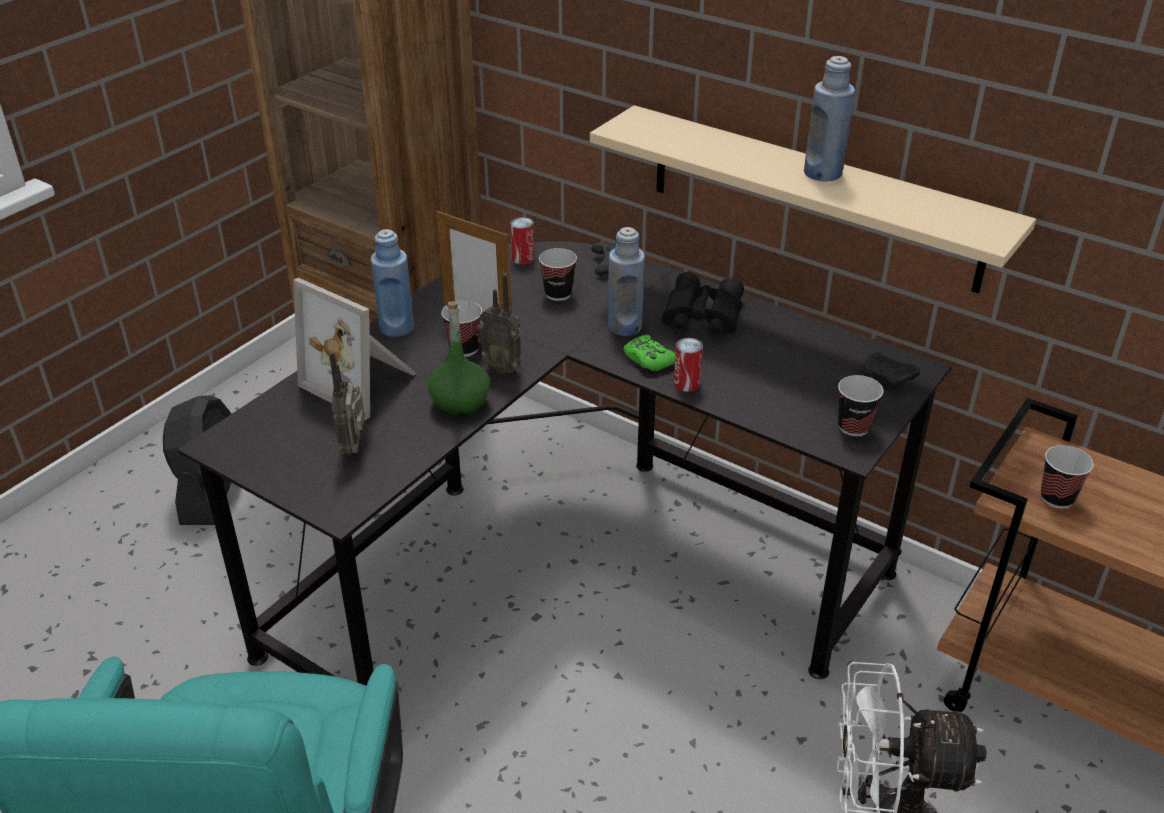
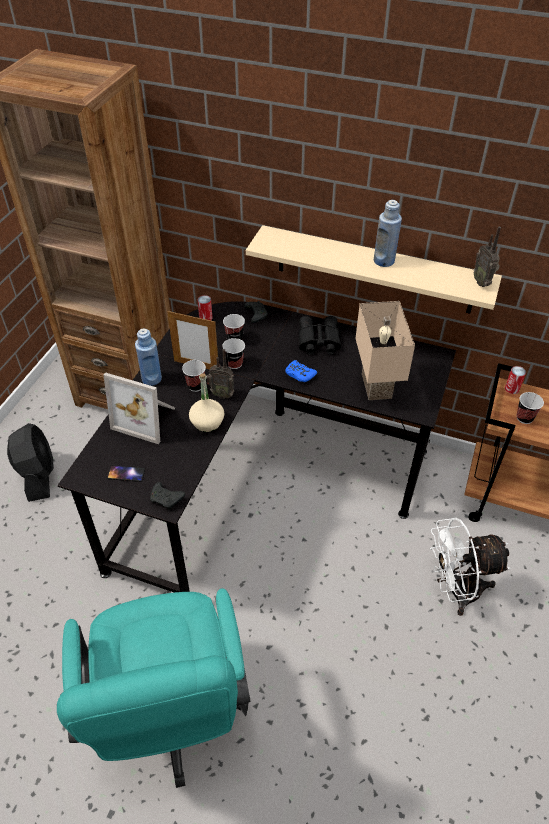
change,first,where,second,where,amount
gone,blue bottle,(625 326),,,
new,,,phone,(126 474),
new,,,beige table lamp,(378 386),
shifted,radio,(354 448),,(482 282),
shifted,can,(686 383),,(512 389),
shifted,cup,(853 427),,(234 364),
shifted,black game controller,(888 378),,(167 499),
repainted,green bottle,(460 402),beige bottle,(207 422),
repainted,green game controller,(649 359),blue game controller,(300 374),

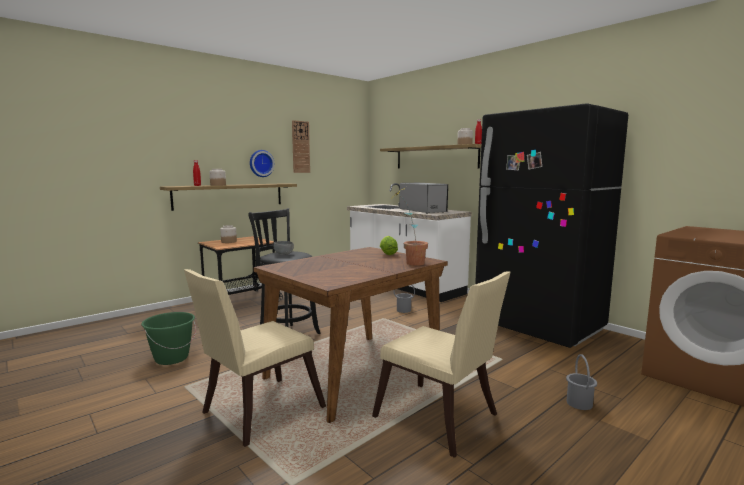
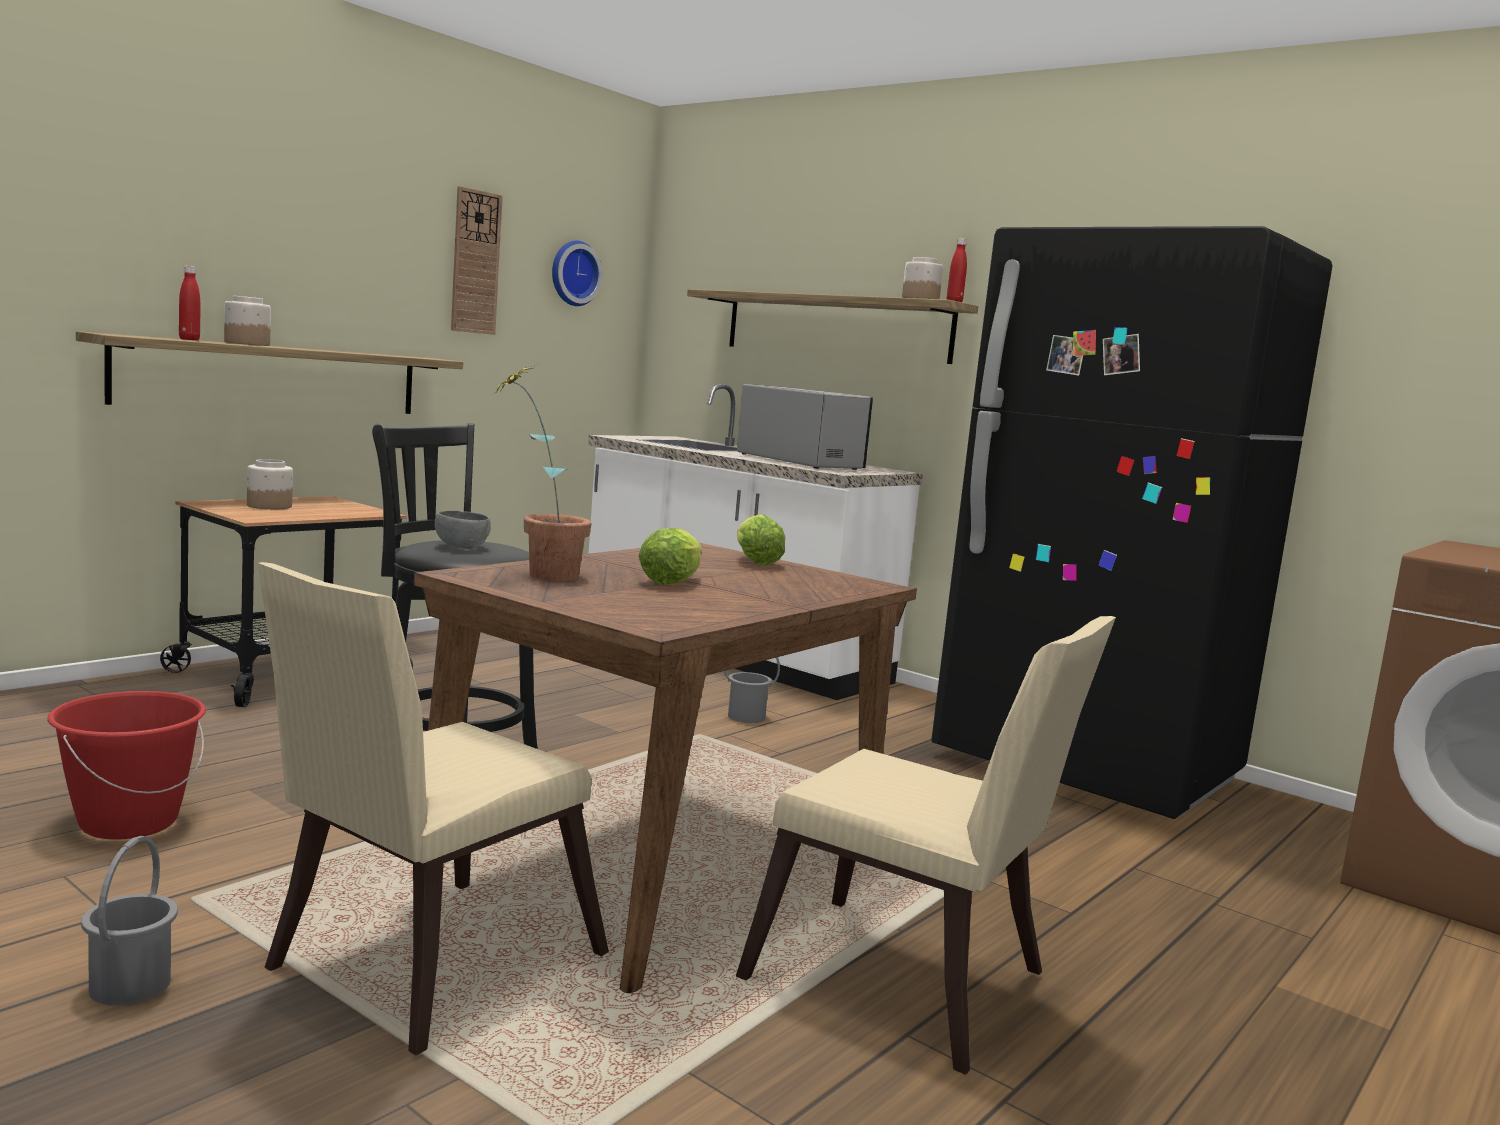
change,first,where,second,where,amount
new,,,lettuce,(673 581),
shifted,wall clock,(261 163),,(573 273),
shifted,potted plant,(409 263),,(537 574),
shifted,grey bucket,(579 403),,(131 985),
repainted,green bucket,(171 358),red bucket,(128 822),

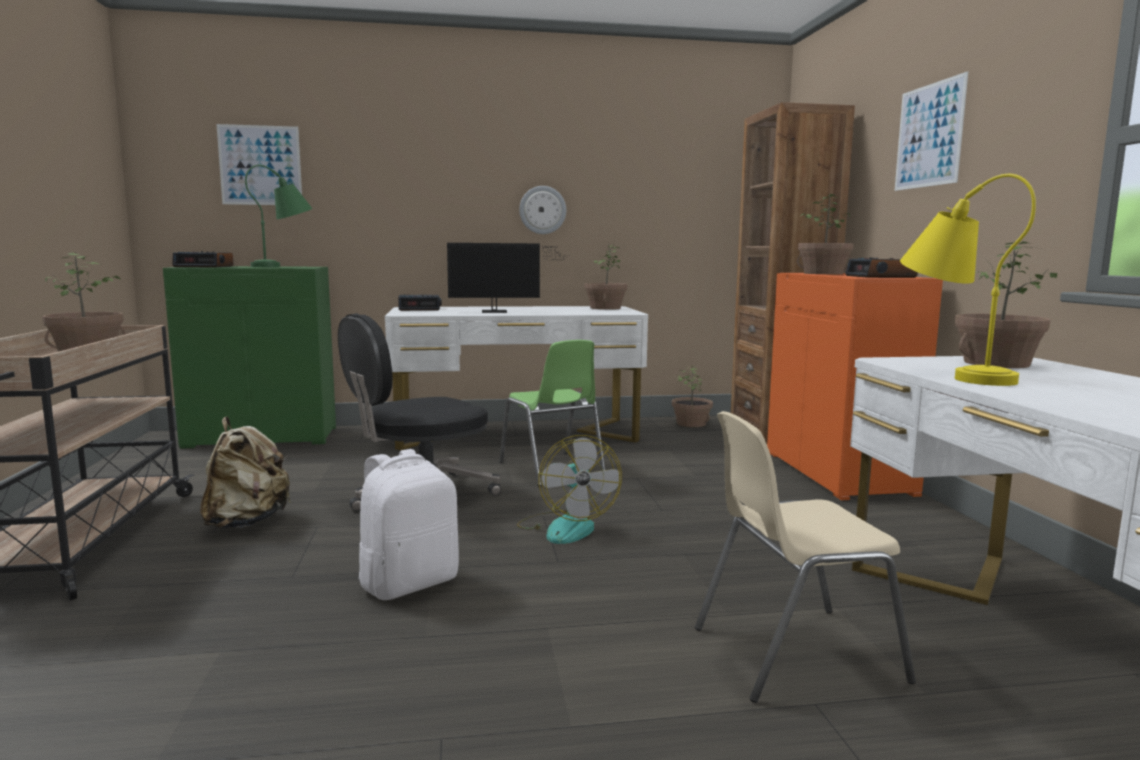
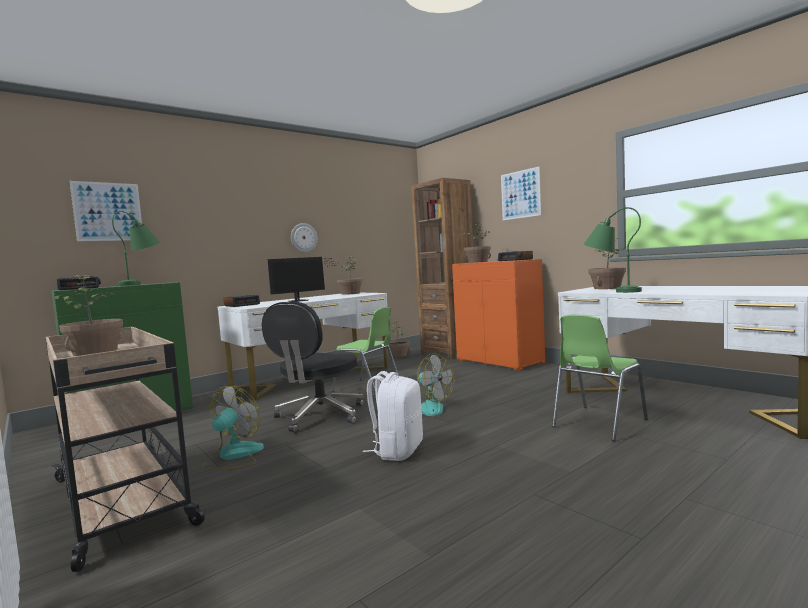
change,first,where,second,where,amount
swapped,beige backpack,(246 523),fan,(233 456),
repainted,beige chair,(792 653),green chair,(597 423),
repainted,yellow table lamp,(950 374),green table lamp,(611 291),

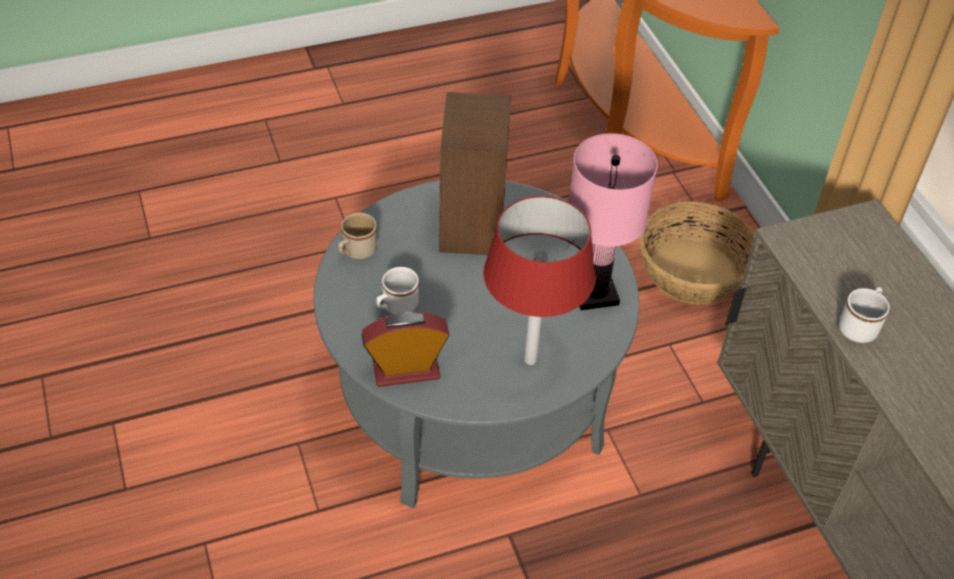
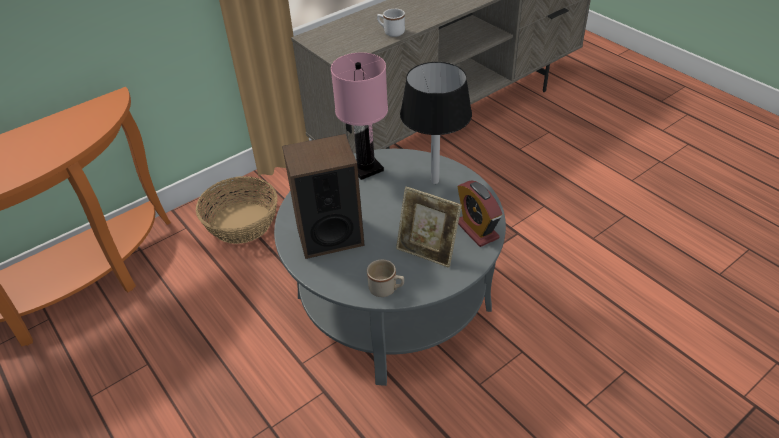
change,first,where,second,where,amount
swapped,white mug,(396 307),picture frame,(427 251),
repainted,red table lamp,(530 359),black table lamp,(435 181),

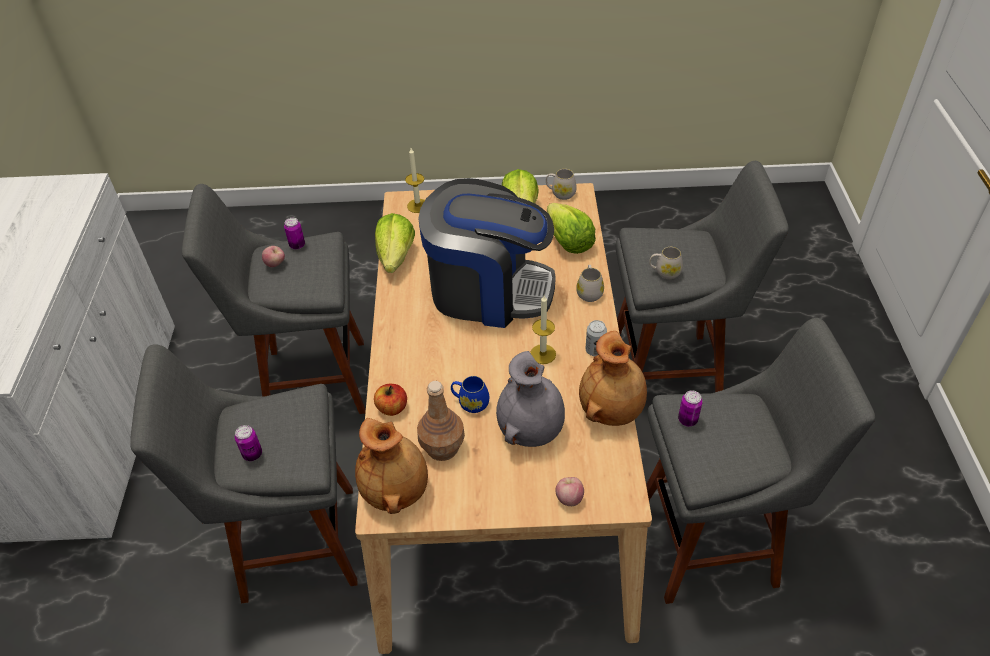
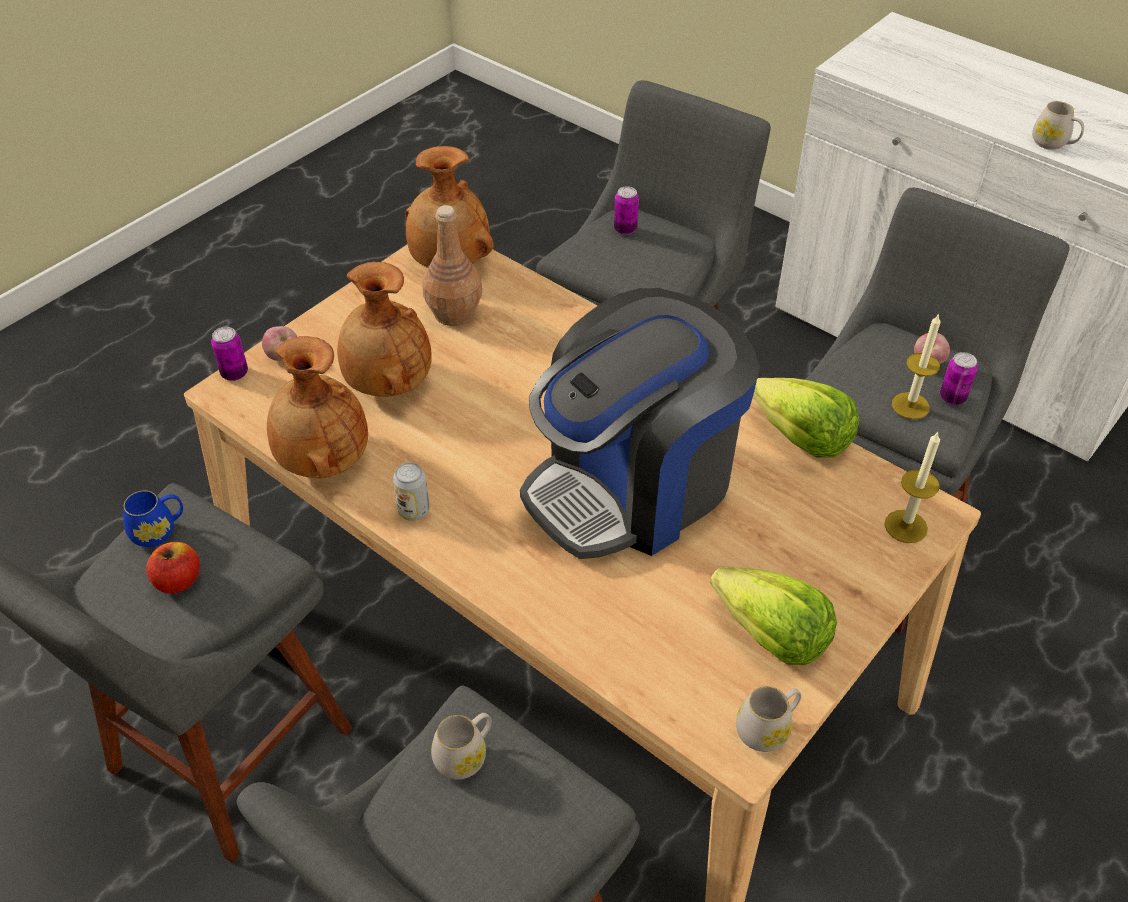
change,first,where,second,where,amount
gone,lettuce,(568 242),,,
shifted,apple,(392 408),,(178 580),
shifted,blue mug,(470 403),,(159 531),
shifted,candle,(543 354),,(910 406),
shifted,white mug,(589 292),,(1053 144),
shifted,can,(687 420),,(234 373),
repainted,grey vase,(531 430),brown vase,(387 383),

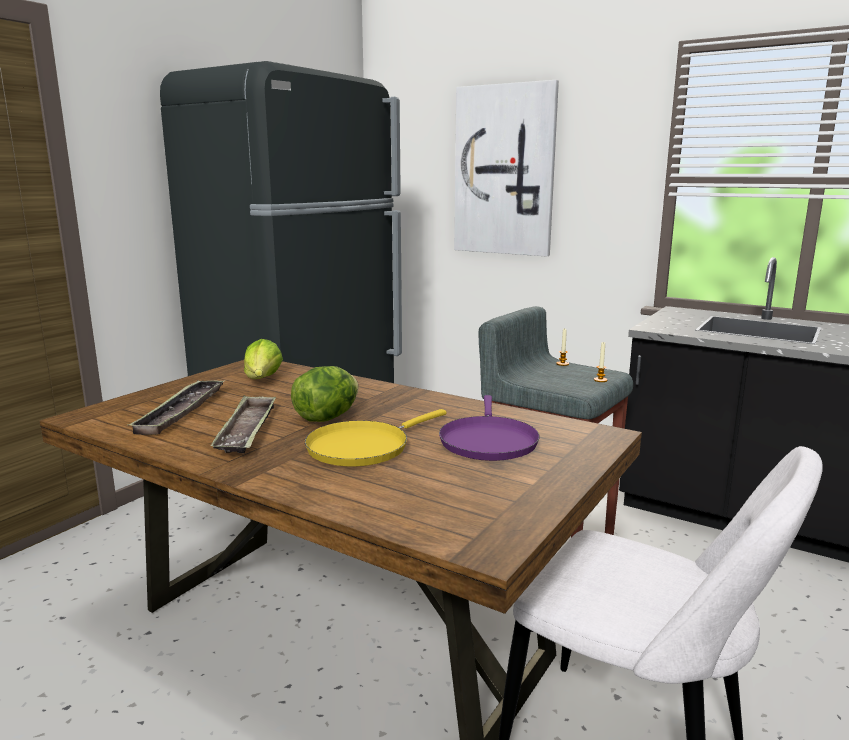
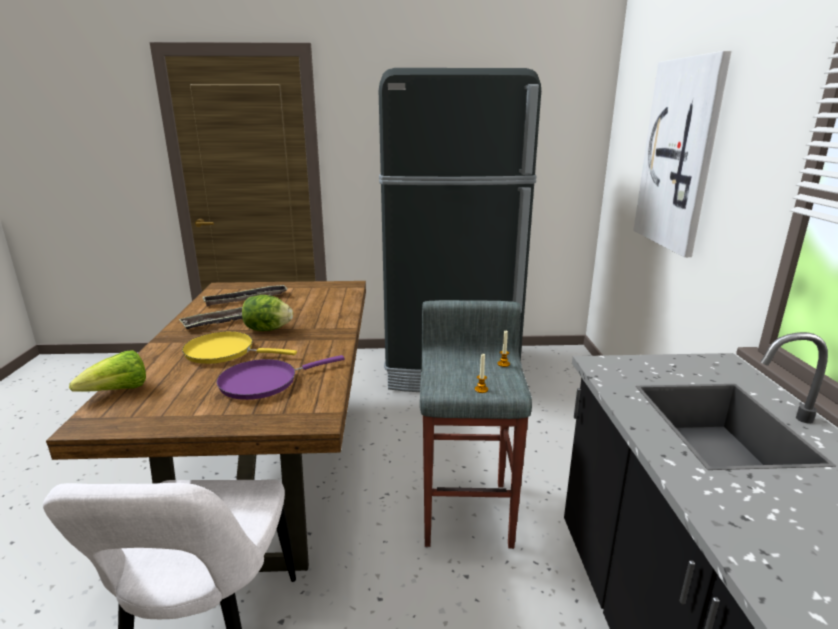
change,first,where,second,where,amount
shifted,lettuce,(262 380),,(118 391),

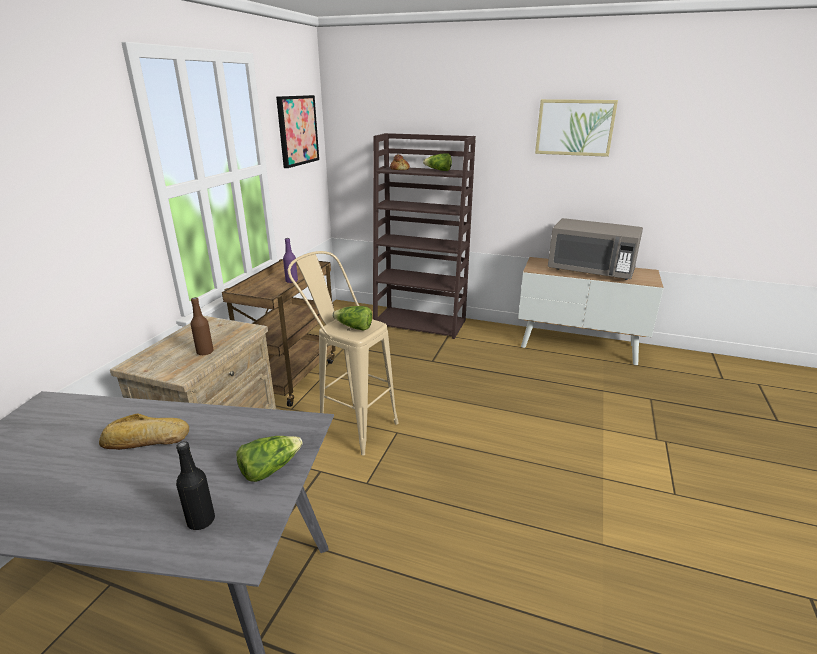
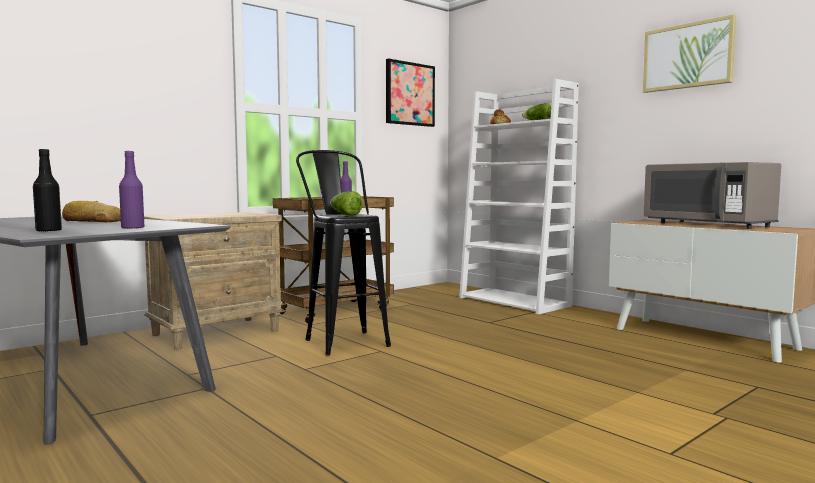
change,first,where,second,where,amount
gone,brown bottle,(205 352),,,
swapped,lettuce,(270 469),purple bottle,(132 228),
repainted,beige stool,(349 425),black stool,(342 340),
repainted,brown bookcase,(420 323),white bookcase,(515 302),

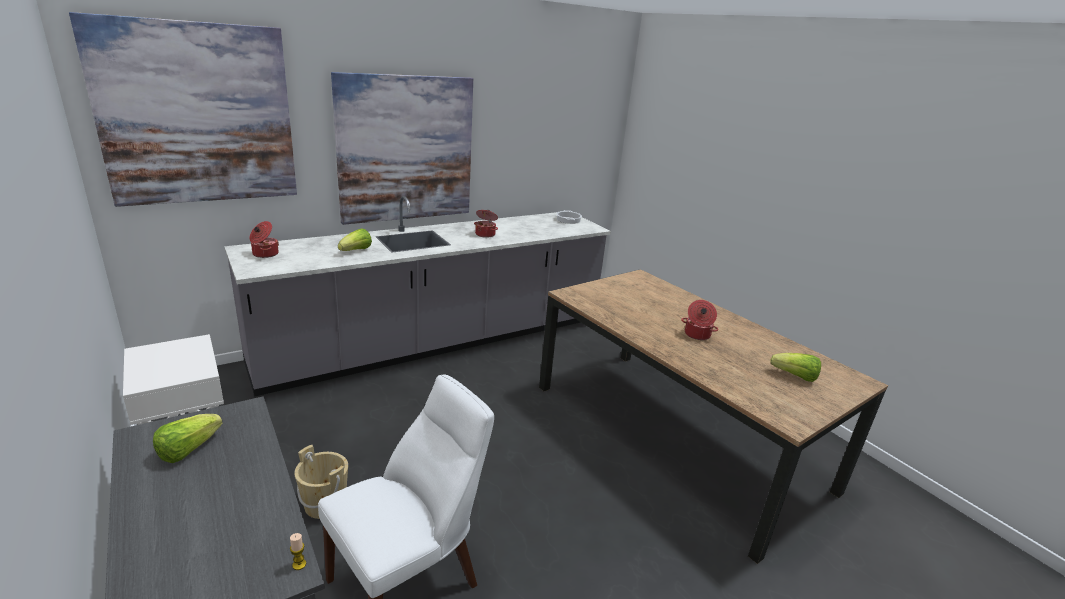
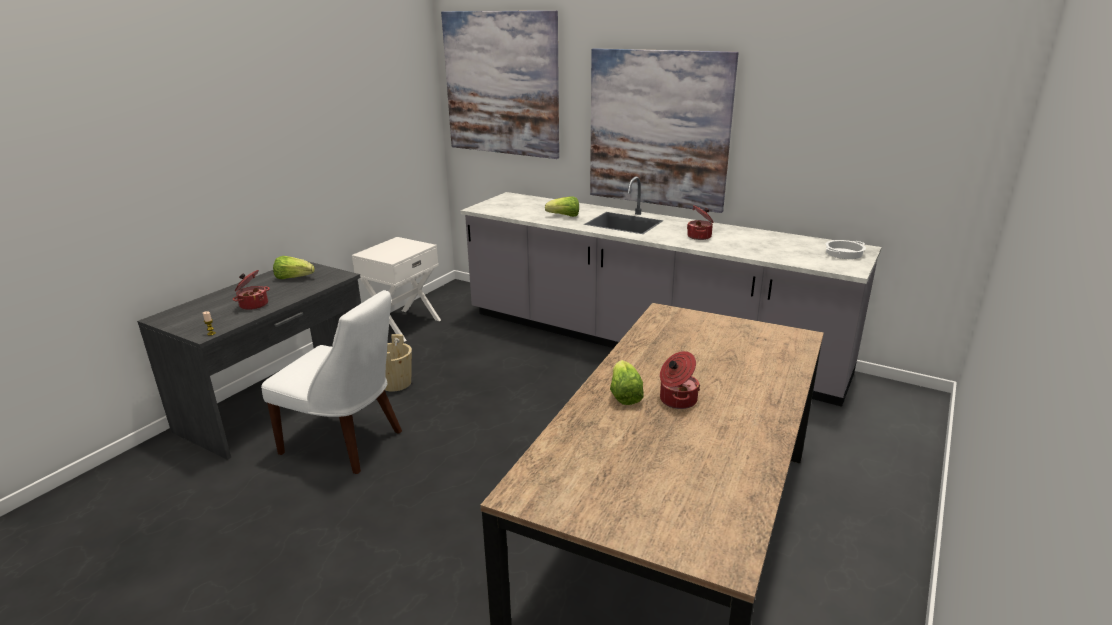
change,first,where,second,where,amount
shifted,cooking pot,(264 254),,(253 305),
shifted,lettuce,(795 376),,(624 395),

